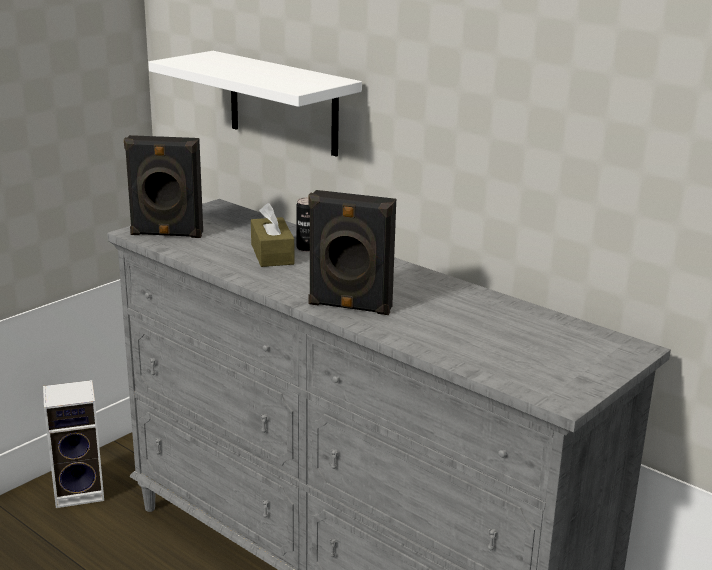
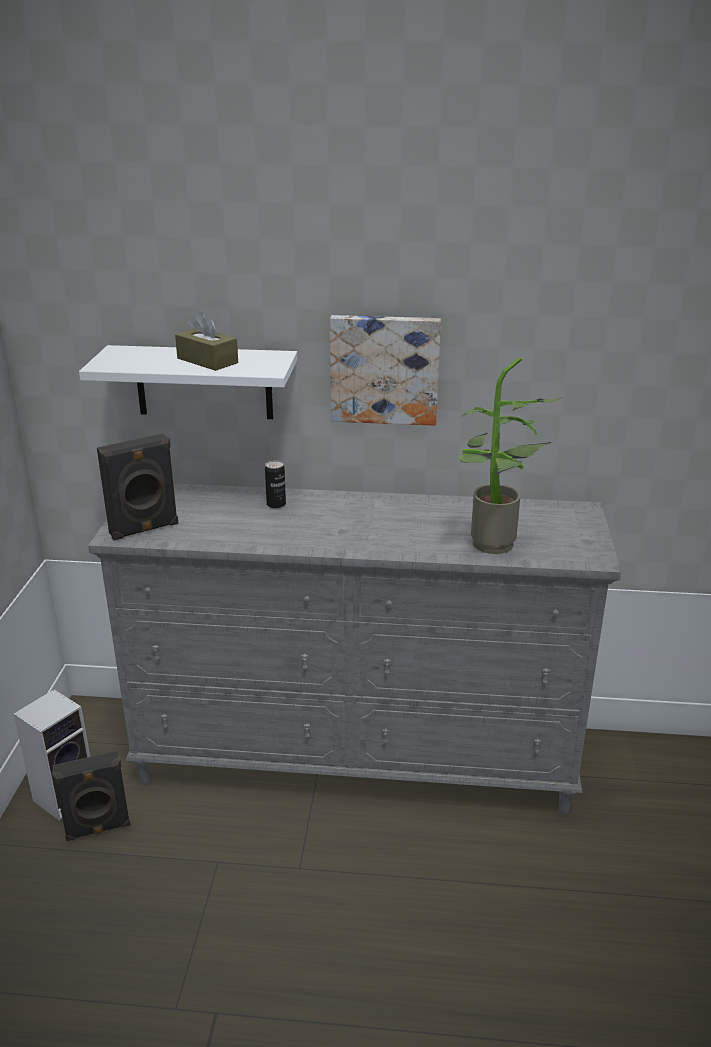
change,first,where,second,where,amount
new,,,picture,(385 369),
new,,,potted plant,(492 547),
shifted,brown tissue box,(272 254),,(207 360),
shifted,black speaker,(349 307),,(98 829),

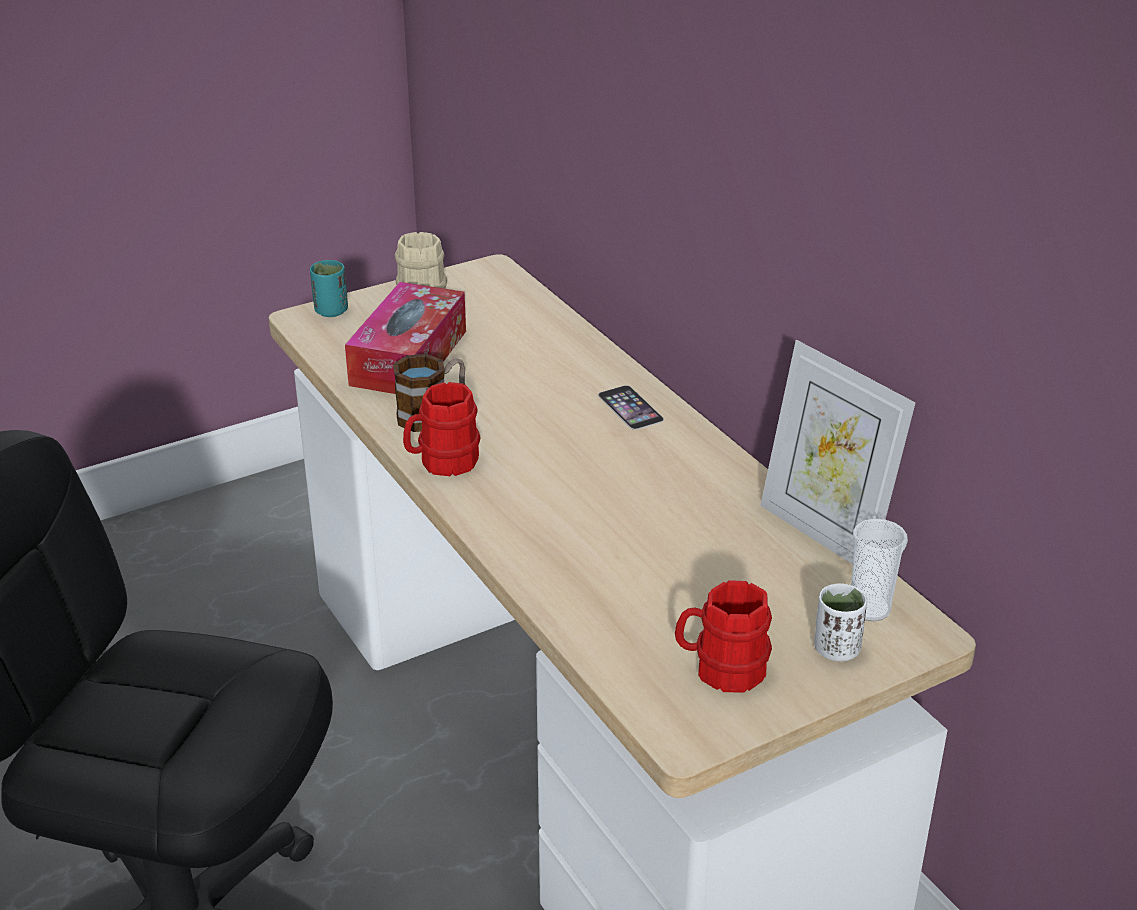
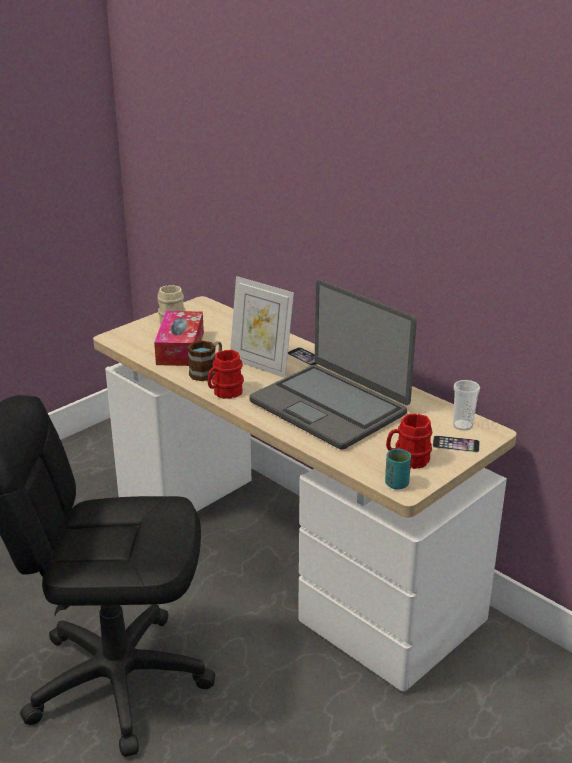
change,first,where,second,where,amount
new,,,laptop,(330 407),
shifted,turquoise cup,(331 311),,(396 484),
shifted,picture frame,(824 533),,(261 365),
swapped,white cup,(836 649),phone,(456 444),

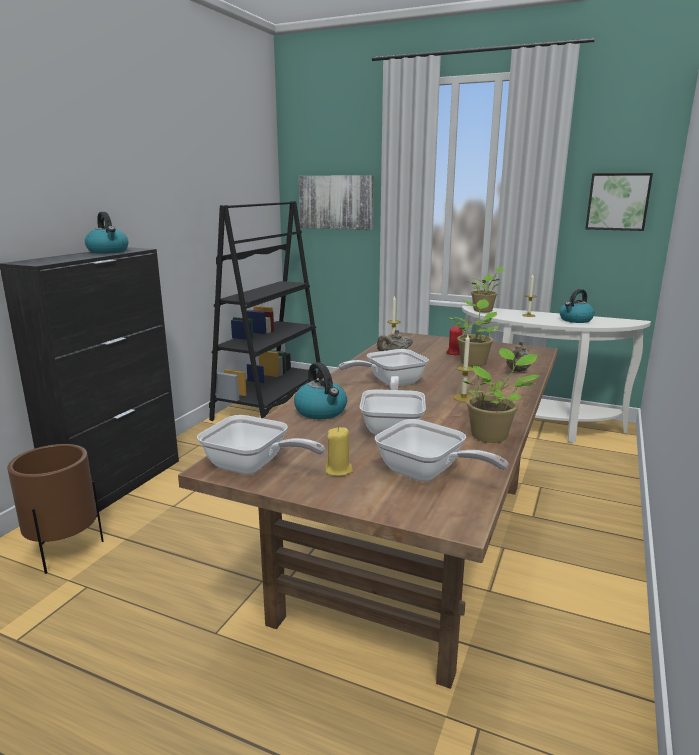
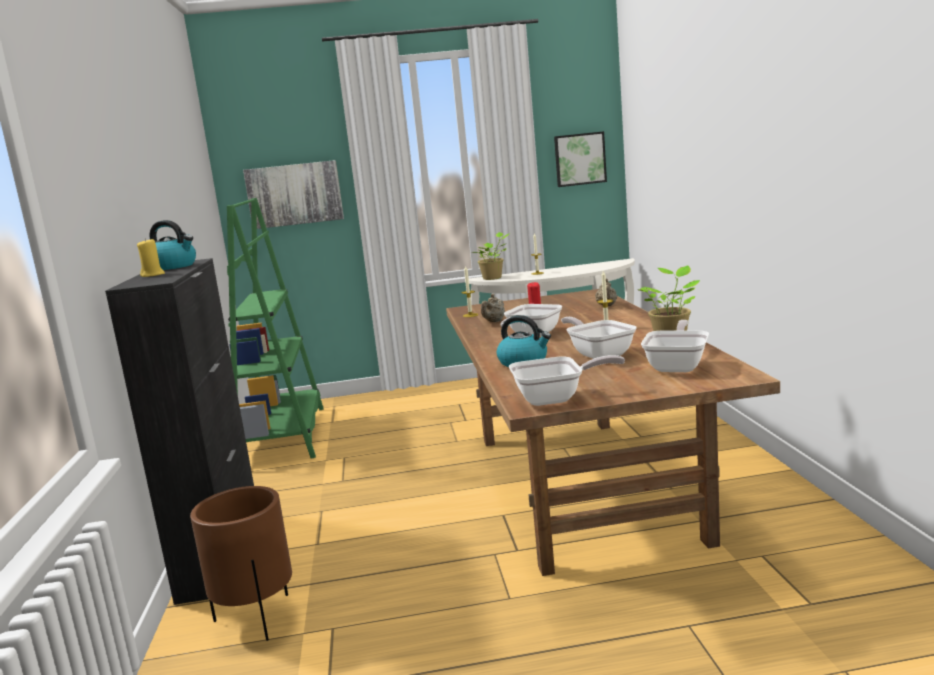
change,first,where,second,where,amount
gone,potted plant,(473 362),,,
gone,kettle,(575 320),,,
shifted,yellow candle,(339 470),,(153 275),
repainted,black bookcase,(271 403),green bookcase,(283 437),
rotated,frying pan,(427 474),,(678 366),75 degrees counterclockwise

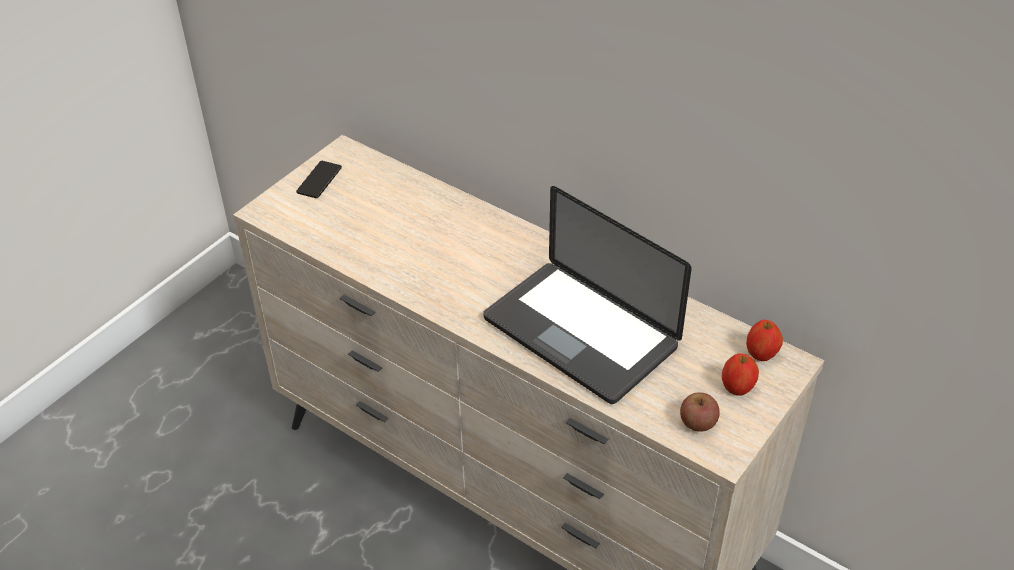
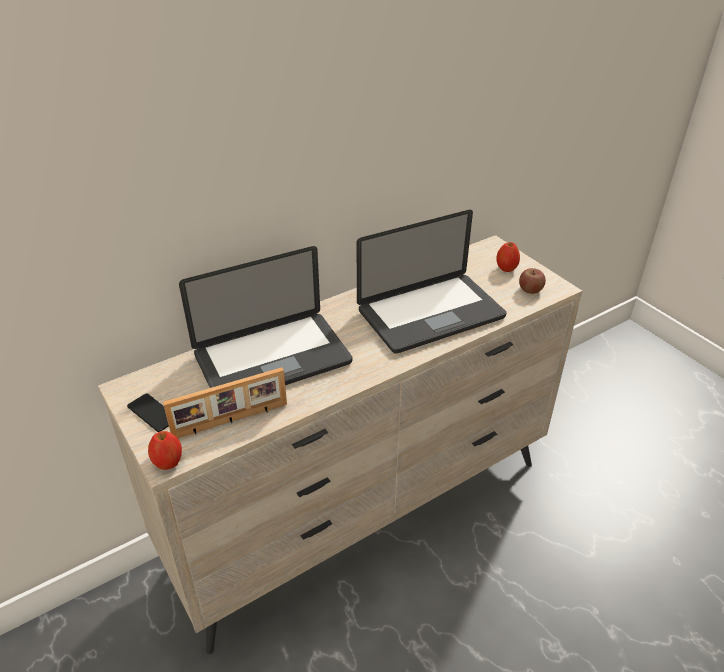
change,first,where,second,where,amount
new,,,picture frame,(231 421),
new,,,laptop,(272 359),
shifted,apple,(761 354),,(168 462),

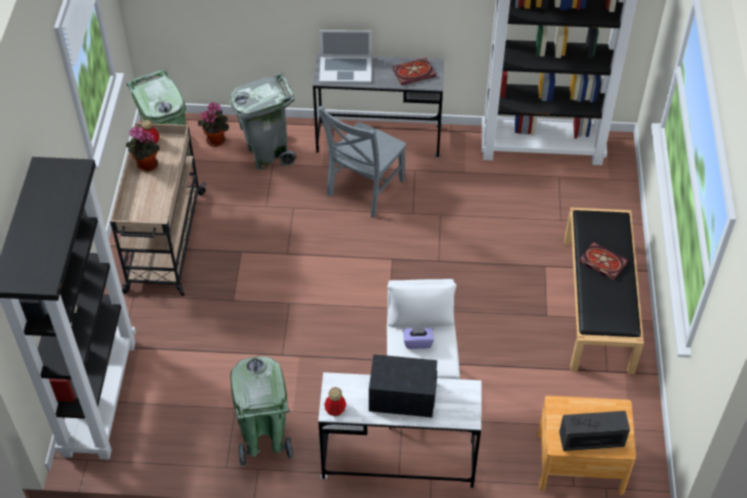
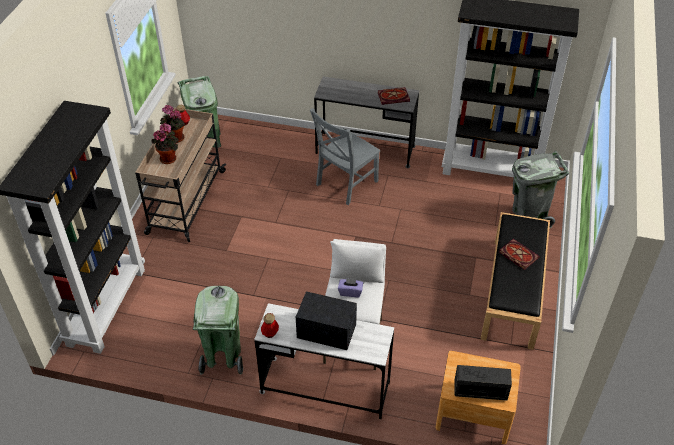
change,first,where,second,where,amount
gone,laptop,(345 69),,,
shifted,potted plant,(216 139),,(169 158),
shifted,grey trash can,(268 154),,(529 217),

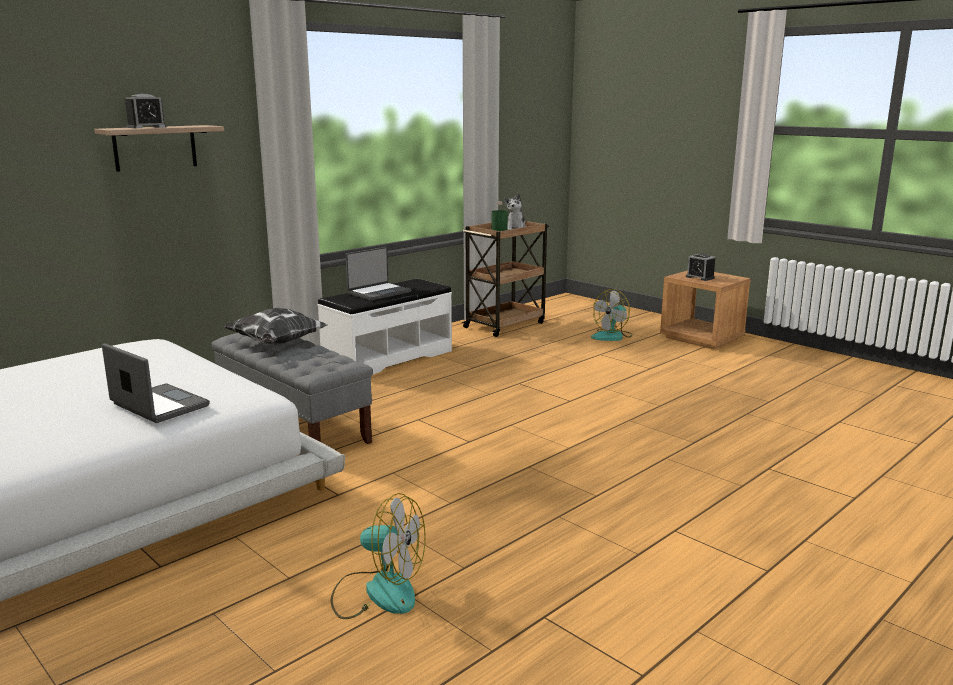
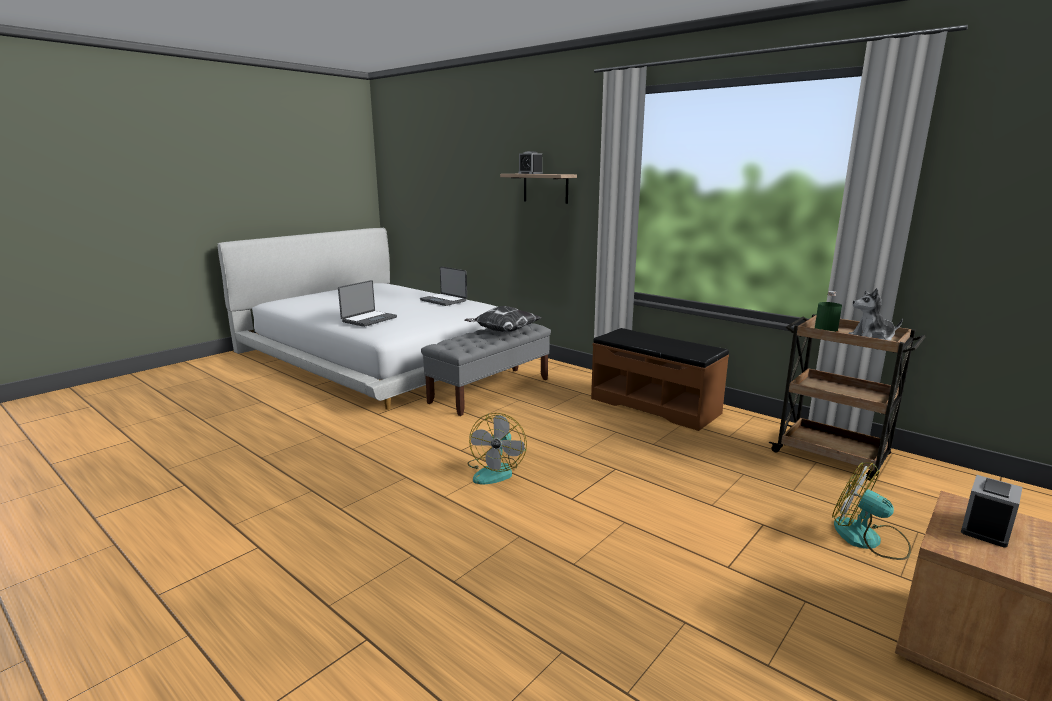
change,first,where,second,where,amount
shifted,fan,(378 592),,(496 471),
shifted,laptop,(378 292),,(444 300),
repainted,white bench,(387 358),brown bench,(655 405),

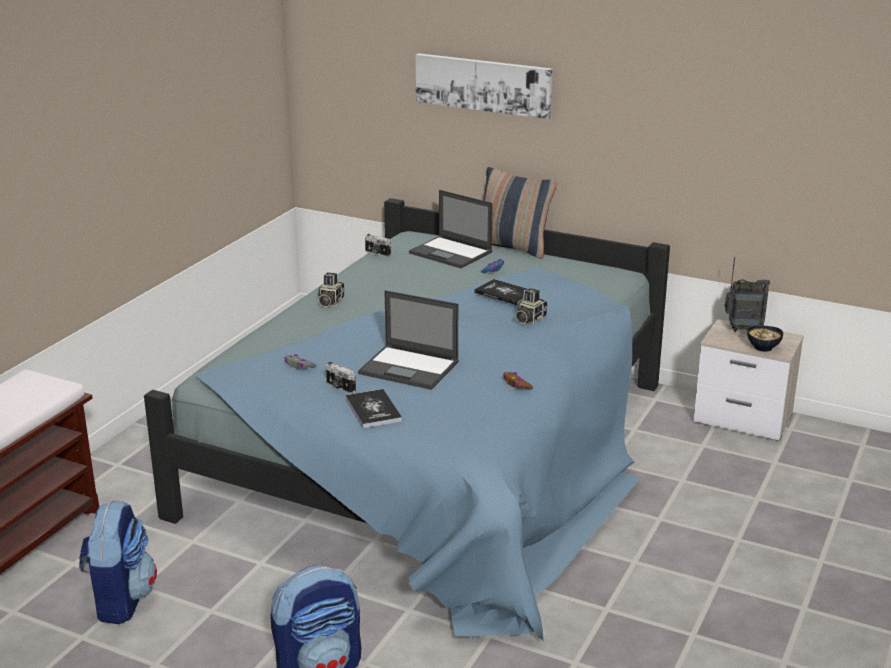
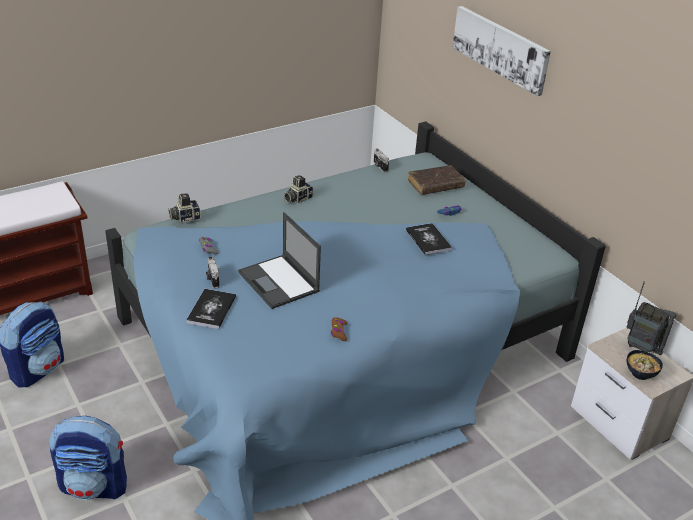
change,first,where,second,where,amount
gone,pillow,(513 247),,,
shifted,photo camera,(529 319),,(184 217),
swapped,laptop,(451 253),brown book,(435 185),

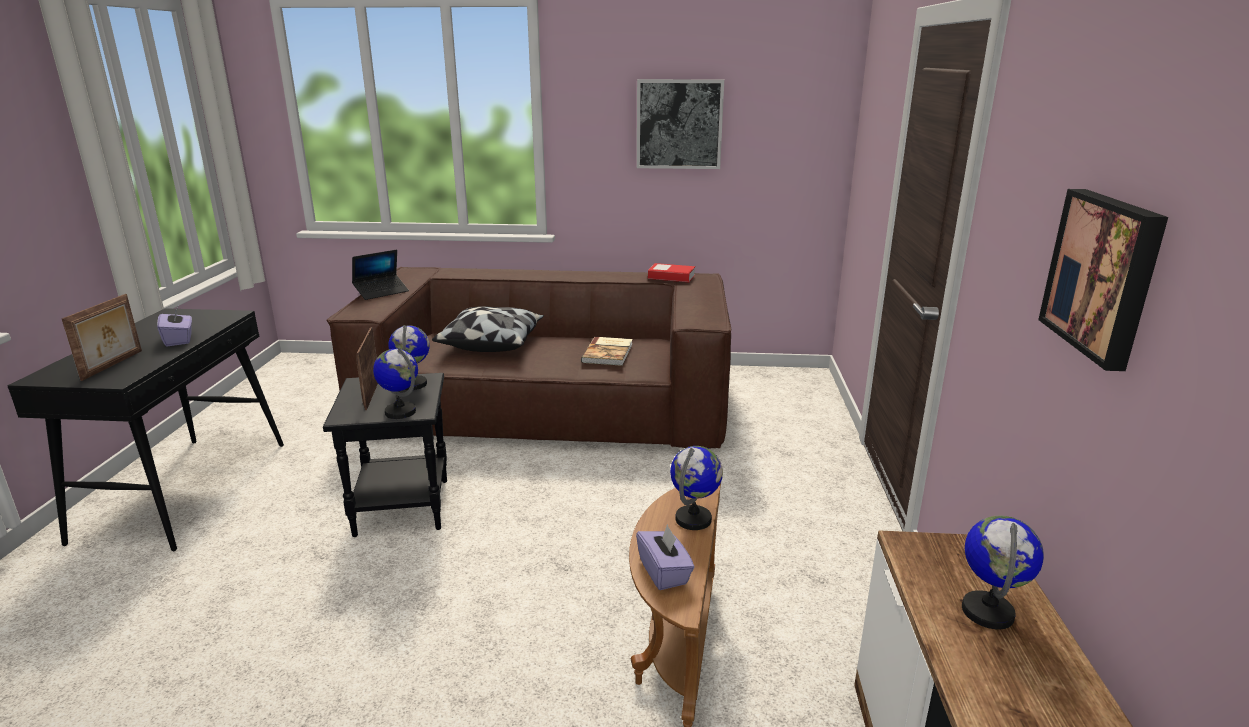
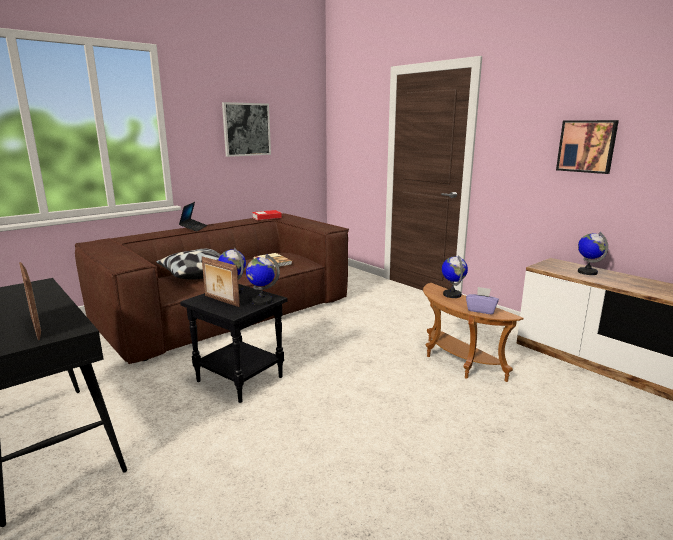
change,first,where,second,where,amount
gone,purple tissue box,(179 340),,,
shifted,laptop,(381 292),,(193 228),

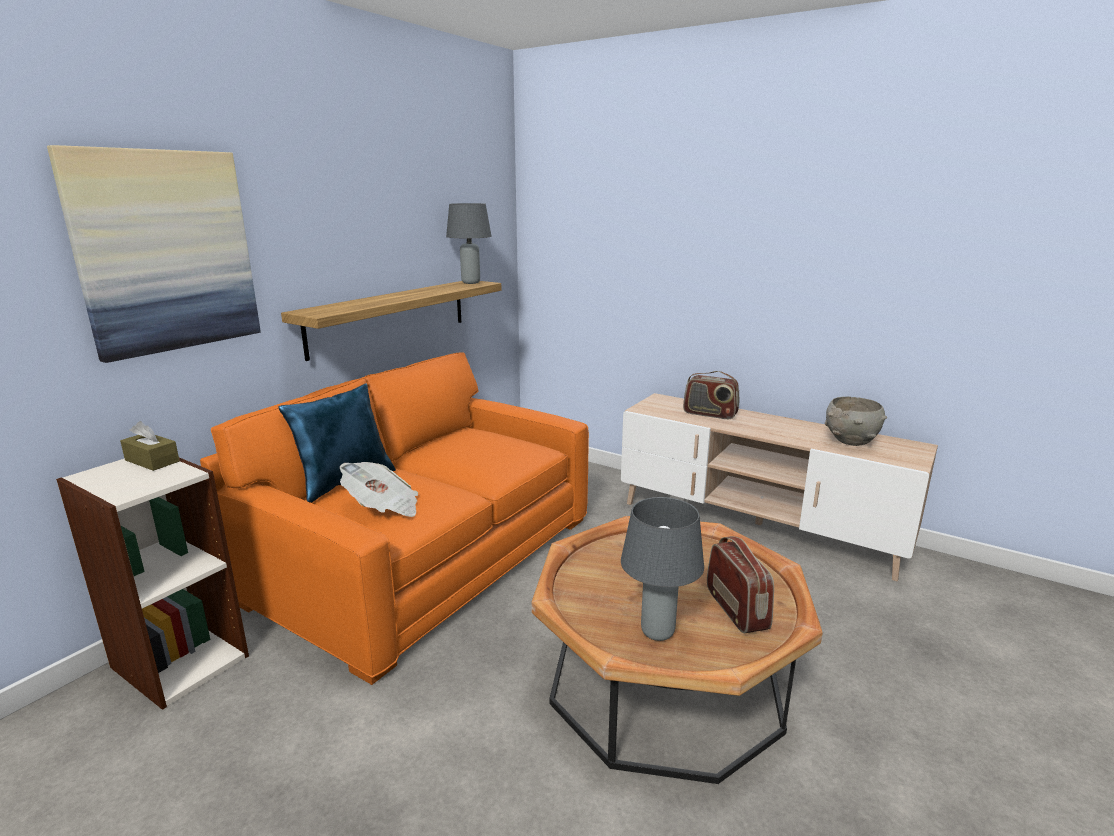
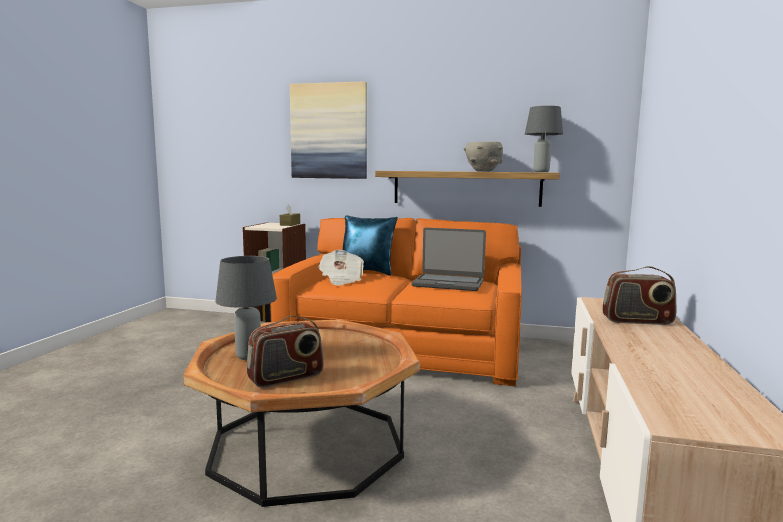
change,first,where,second,where,amount
new,,,laptop,(448 283),
shifted,grey bowl,(850 442),,(483 171),
rotated,radio,(710 414),,(637 321),90 degrees counterclockwise

